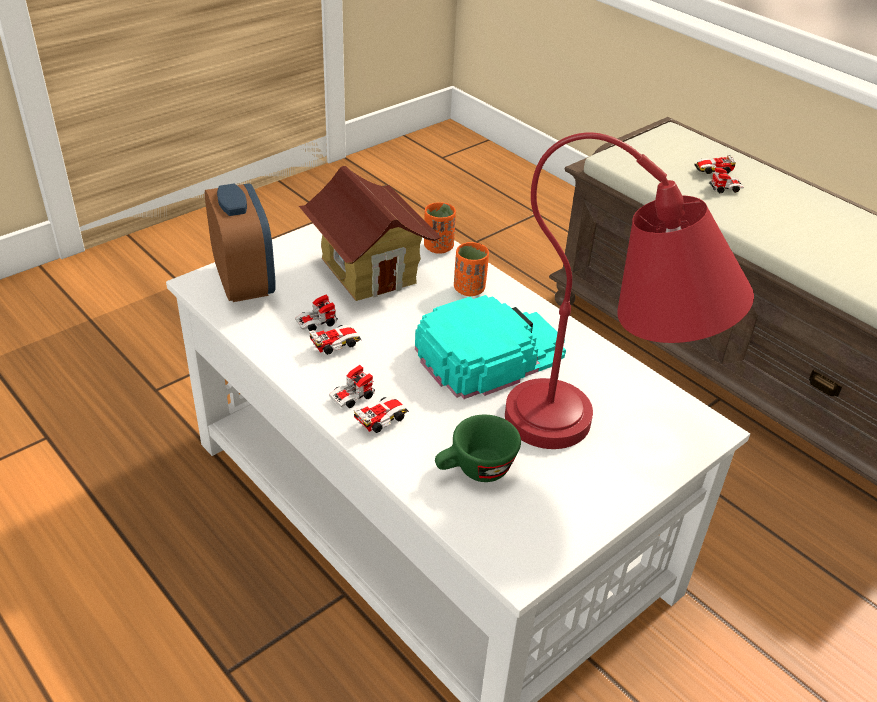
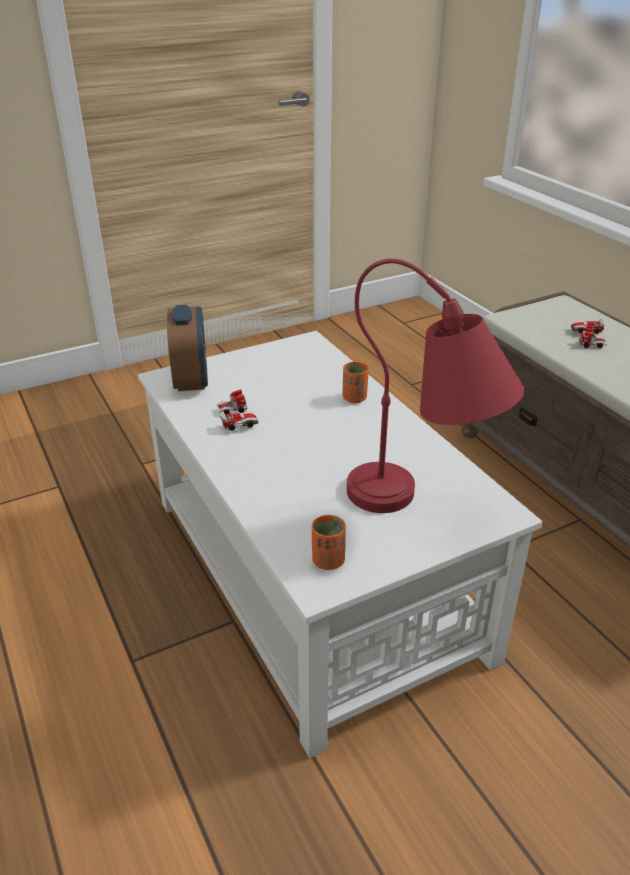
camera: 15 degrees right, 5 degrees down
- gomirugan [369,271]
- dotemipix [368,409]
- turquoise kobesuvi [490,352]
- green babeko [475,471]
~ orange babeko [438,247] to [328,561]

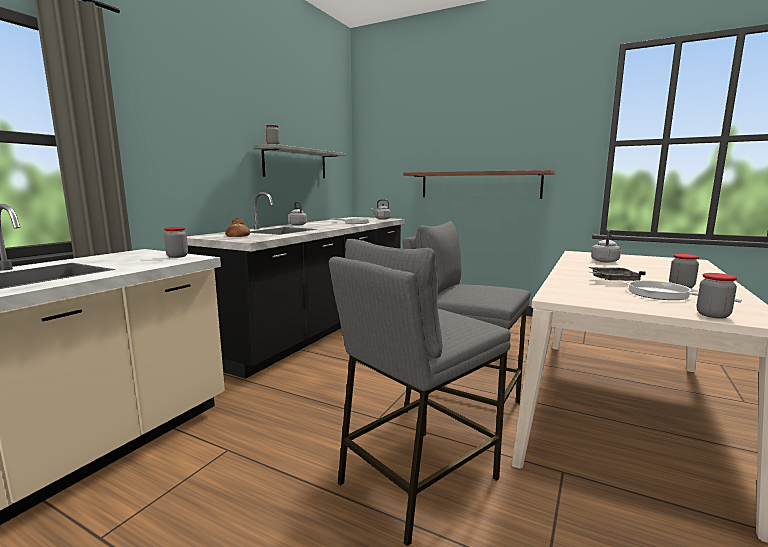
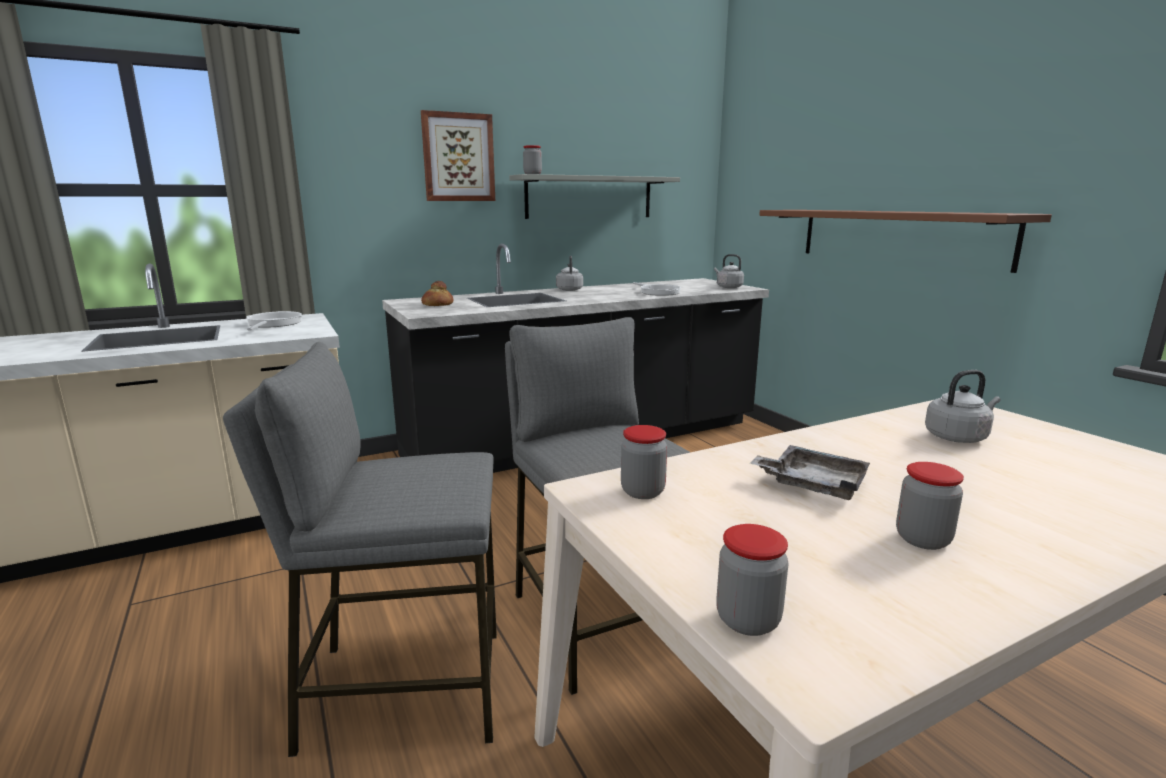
camera: 35 degrees right, 5 degrees up
+ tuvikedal [458,157]
~ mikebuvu [177,256] to [642,491]
~ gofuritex [663,295] to [273,324]

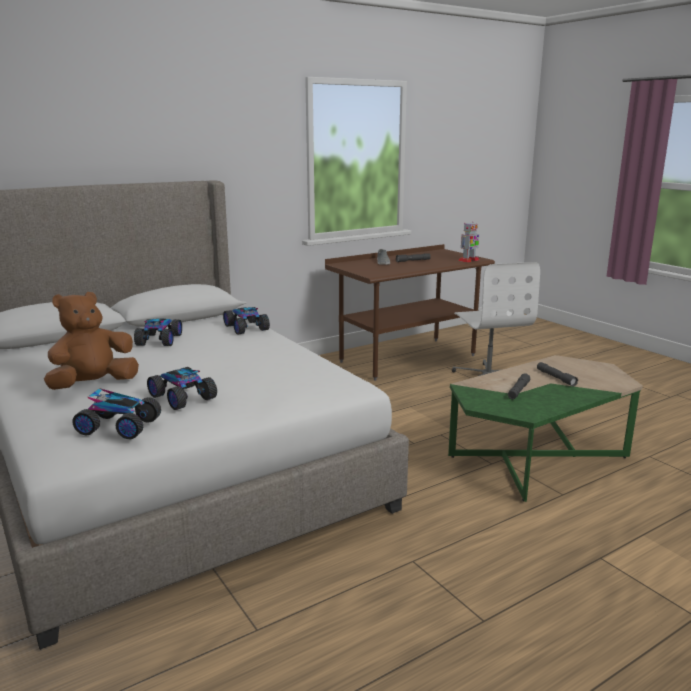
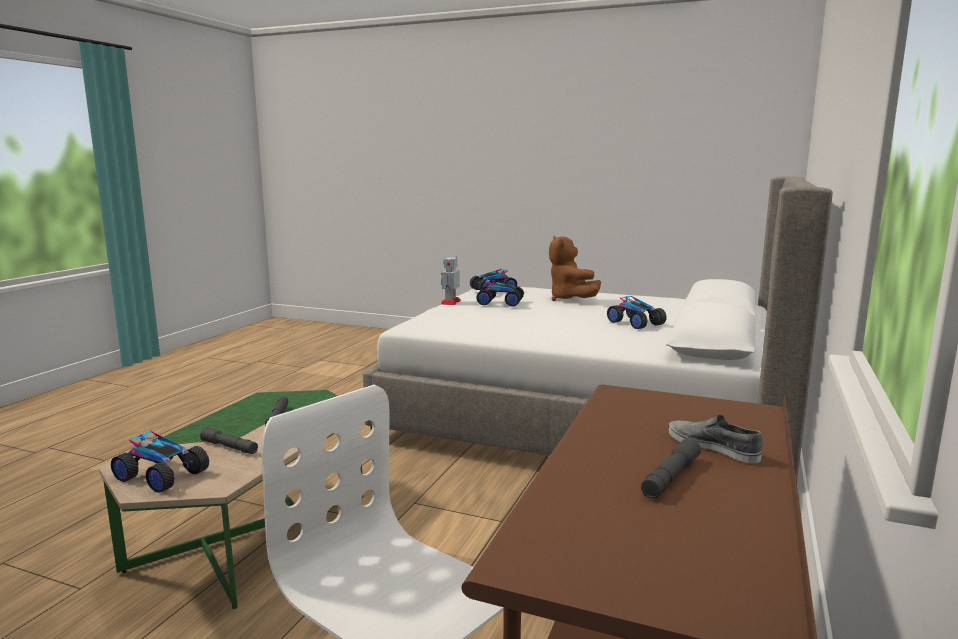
camera: 145 degrees right, 5 degrees down
~ dotemipix [247,327] to [161,476]
~ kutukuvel [468,260] to [450,302]
~ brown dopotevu [93,385] = [570,299] 150 degrees clockwise

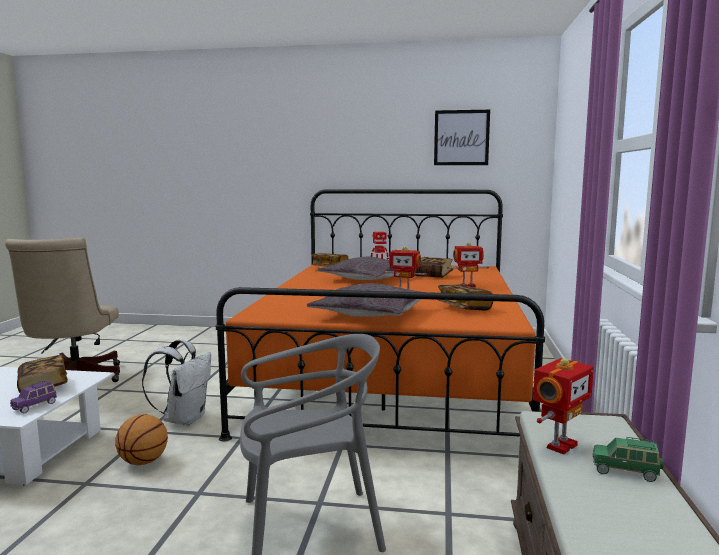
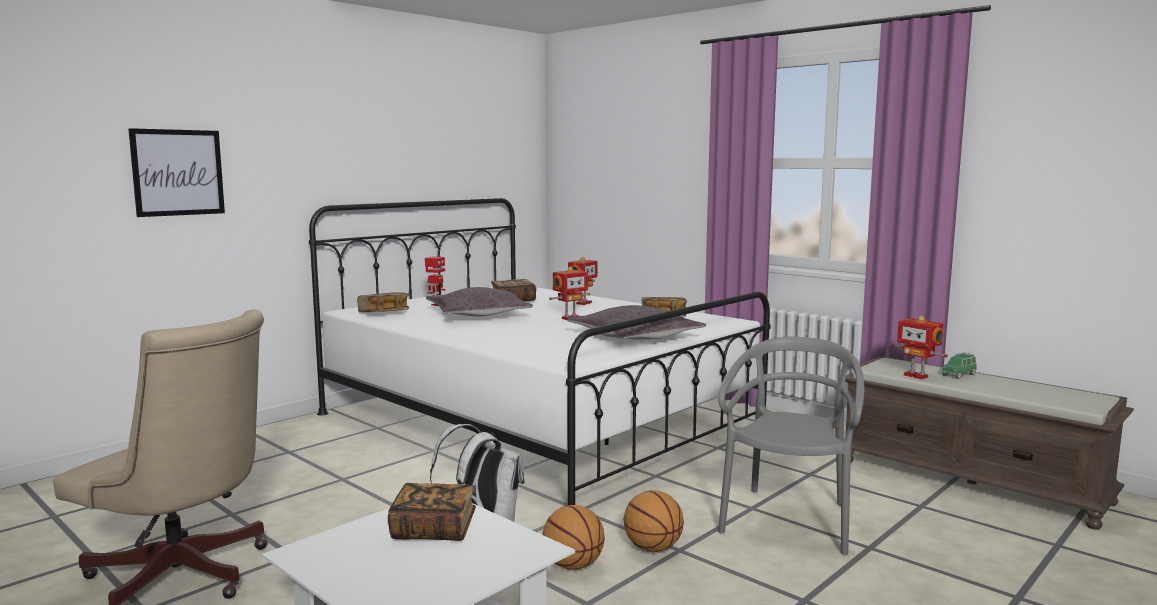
camera: 55 degrees left, 0 degrees up
- purple dotemipix [35,406]
+ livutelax [652,548]
~ tuvikedal [461,137] to [178,172]
~ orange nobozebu [391,377] to white nobozebu [535,421]
~ kutukuvel [559,445] = [916,376] 150 degrees clockwise

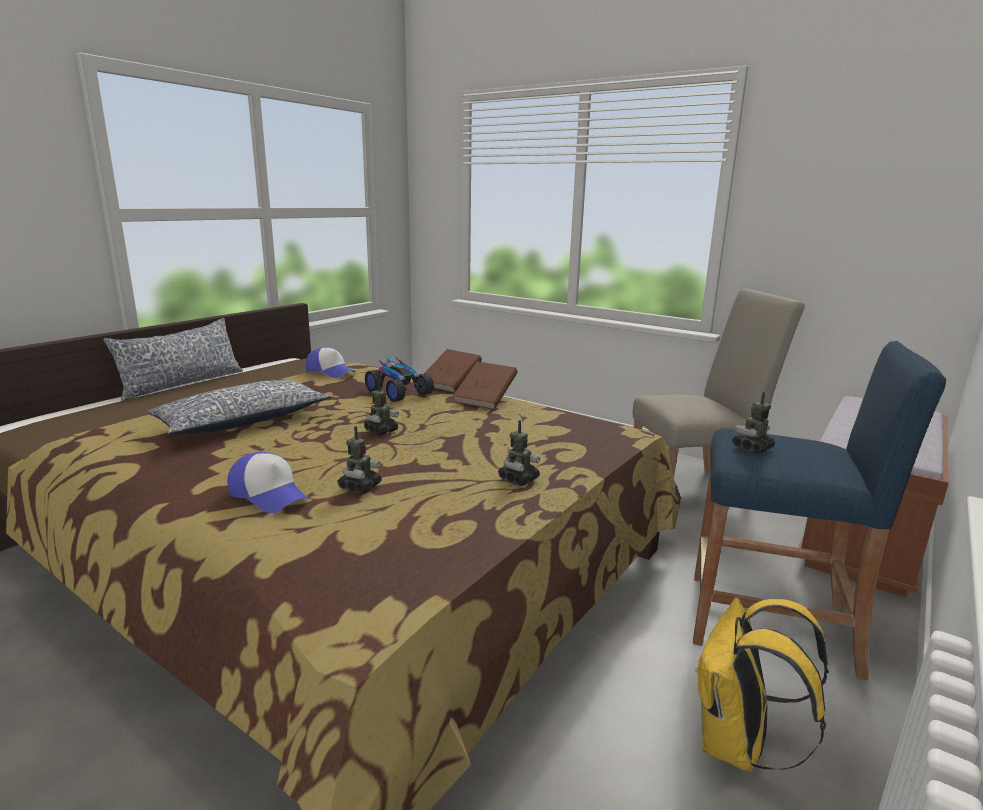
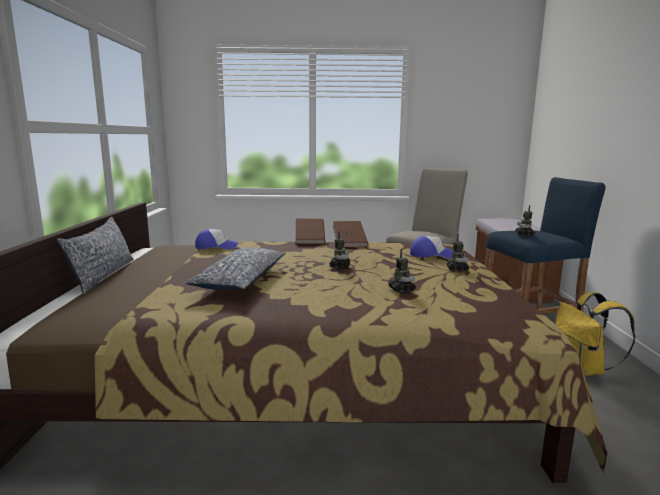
camera: 35 degrees left, 5 degrees down
- dotemipix [398,392]
~ kobesuvi [269,494] to [431,255]

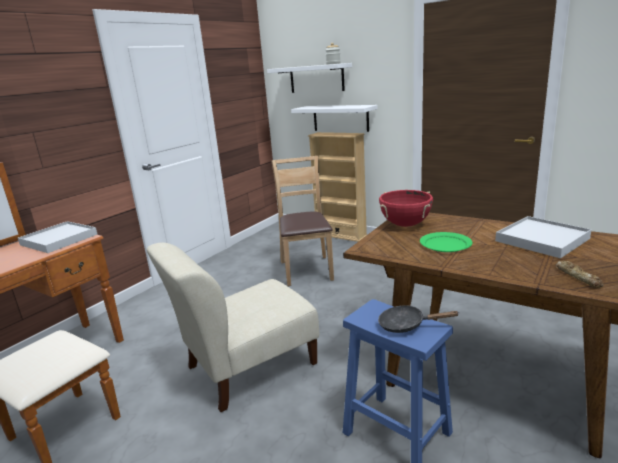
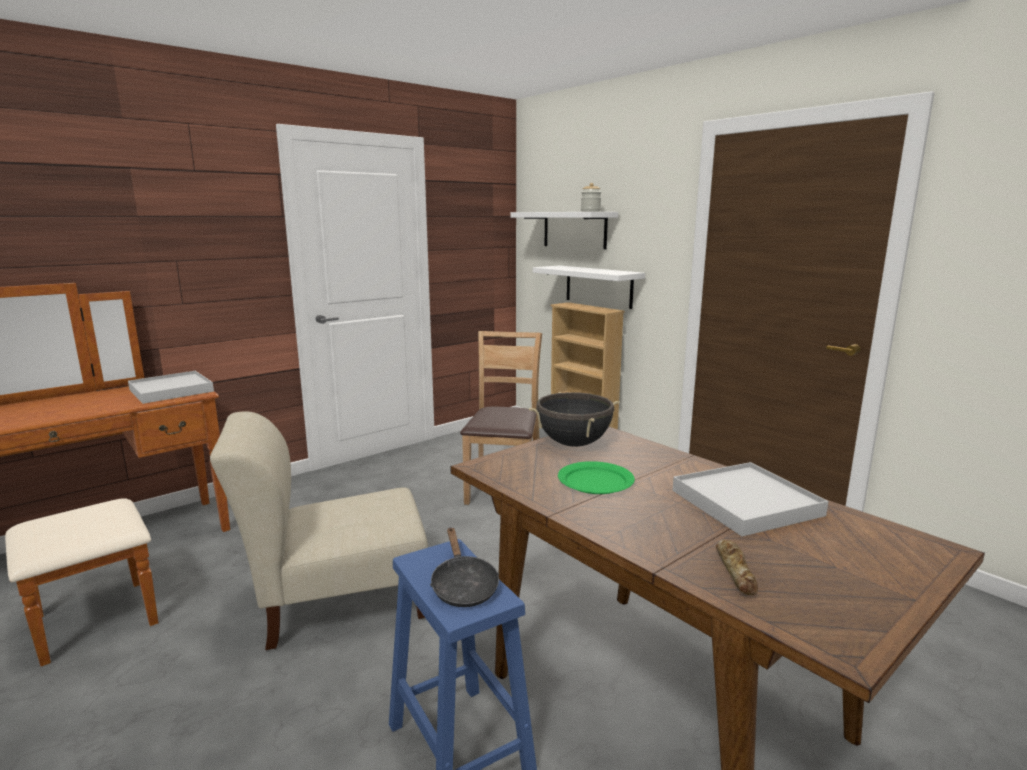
camera: 15 degrees right, 5 degrees down
~ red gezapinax [405,225] to black gezapinax [573,444]
~ black gofuritex [406,325] = [463,586] 135 degrees counterclockwise

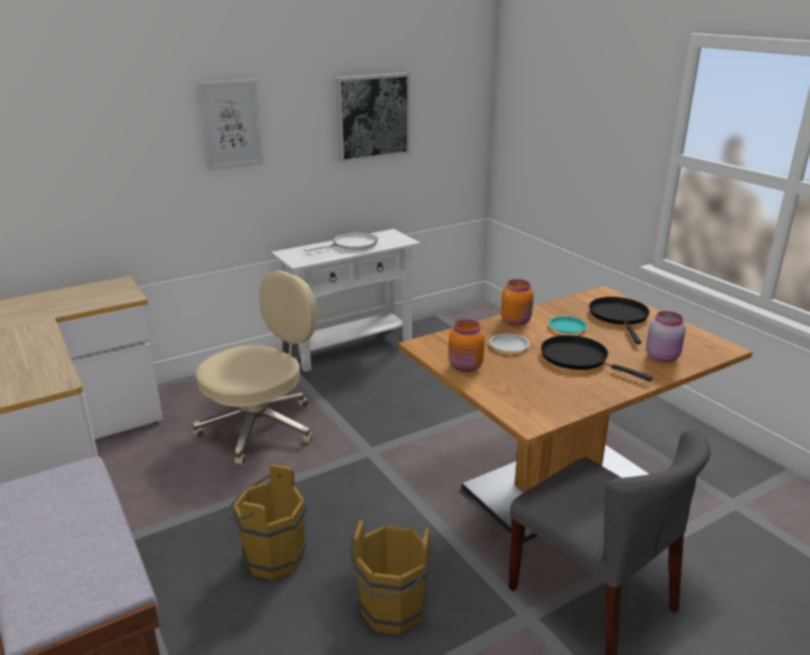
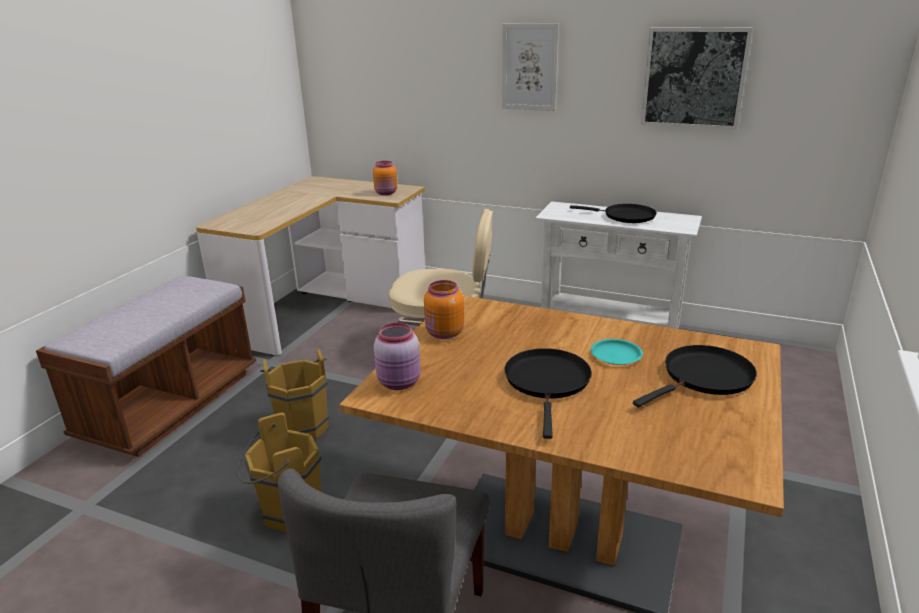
camera: 55 degrees right, 0 degrees up
- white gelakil [509,346]
~ orange mikebuvu [516,321] to [386,193]
~ pink mikebuvu [663,357] to [400,383]
~ white gofuritex [352,245] to black gofuritex [625,216]

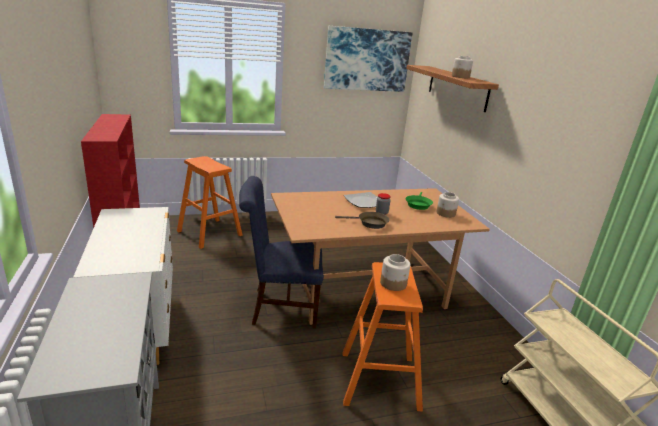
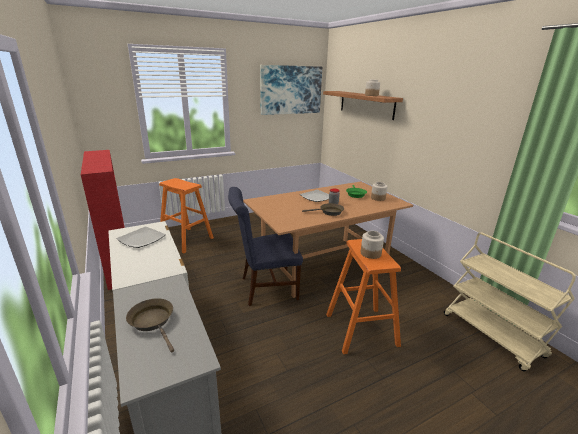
camera: 10 degrees left, 0 degrees up
+ gelakil [141,239]
+ brown gofuritex [153,322]

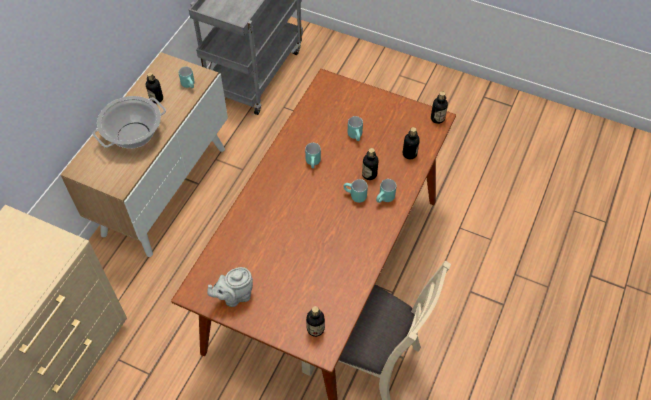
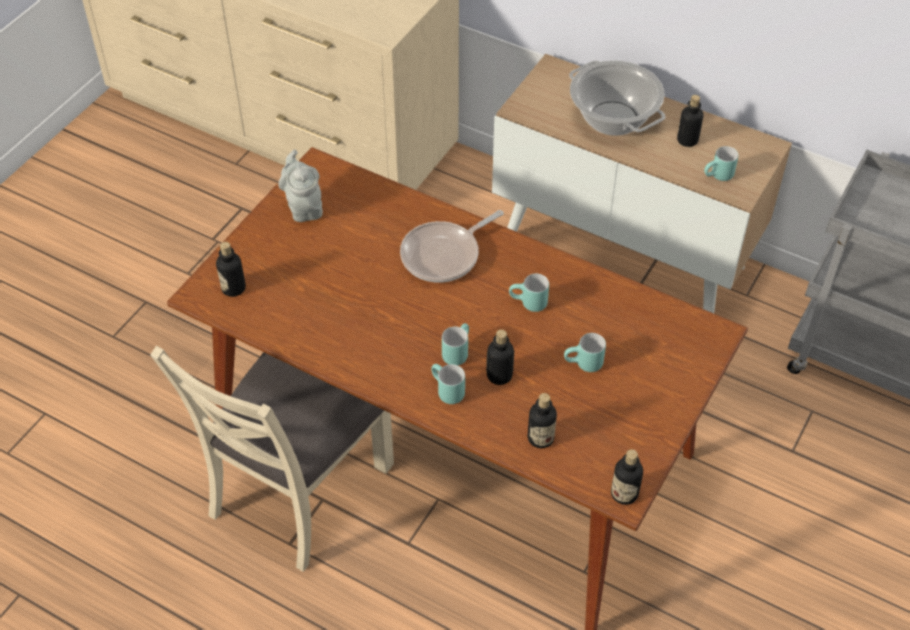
camera: 95 degrees right, 5 degrees down
+ gofuritex [444,255]

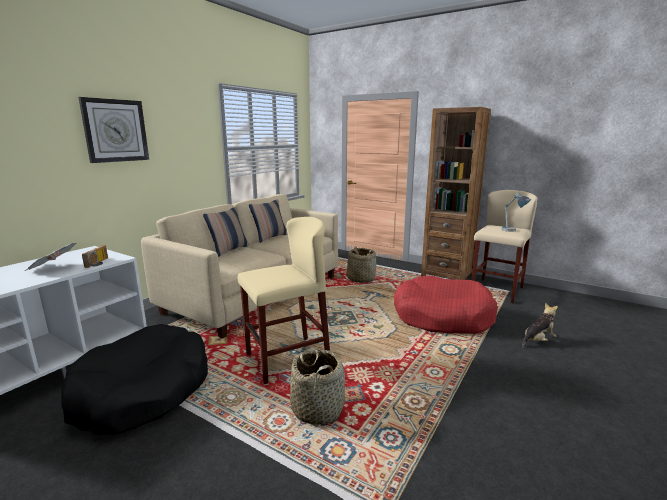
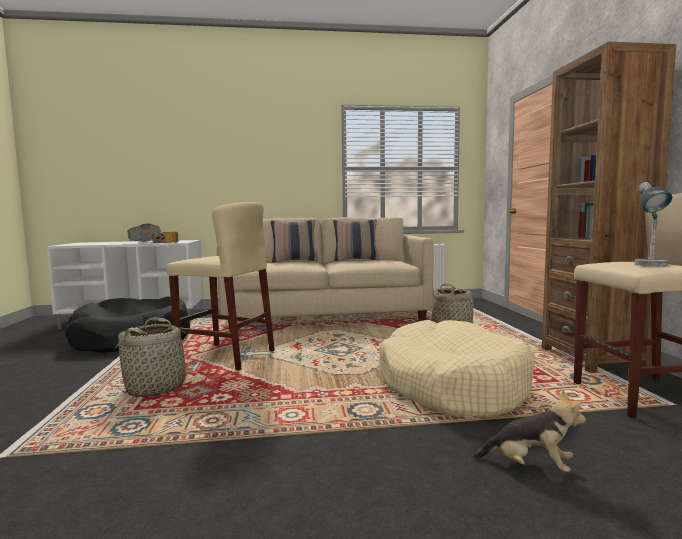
camera: 50 degrees right, 10 degrees down
- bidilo [115,130]
~ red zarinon [442,316] to beige zarinon [451,386]

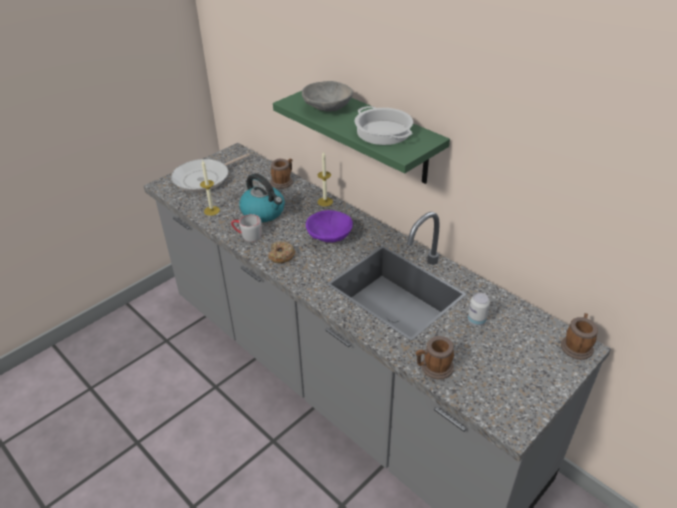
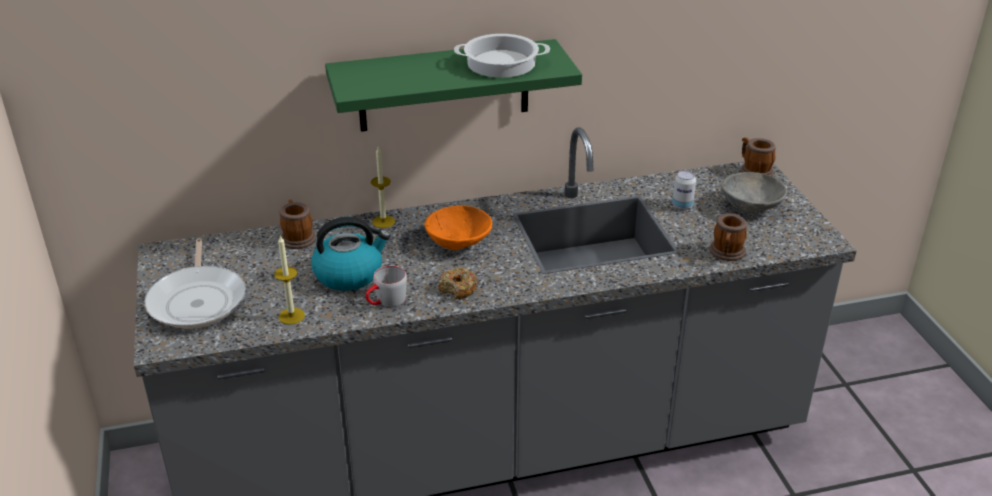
camera: 60 degrees left, 5 degrees down
~ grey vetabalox [327,109] to [752,207]
~ purple vetabalox [329,237] to orange vetabalox [460,243]

